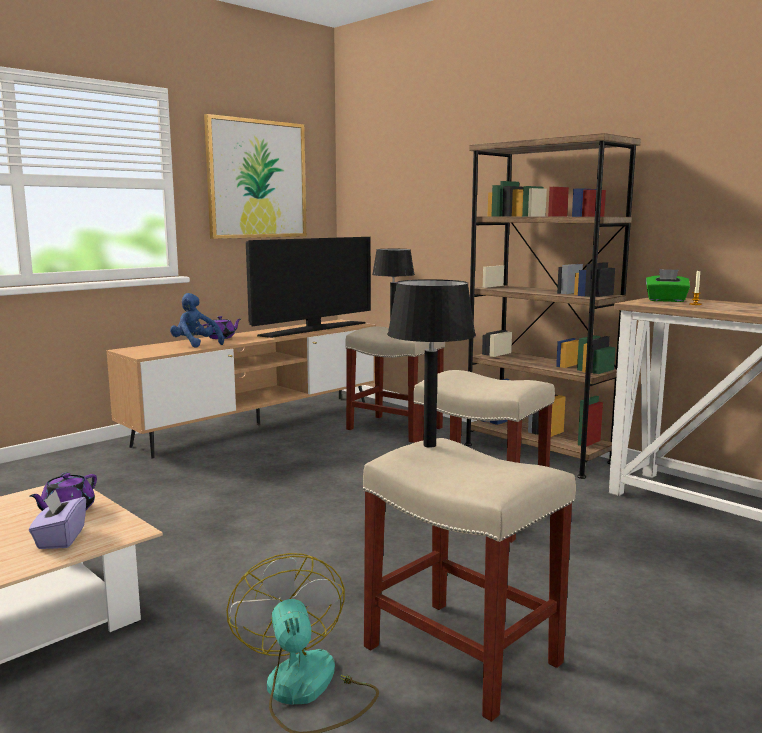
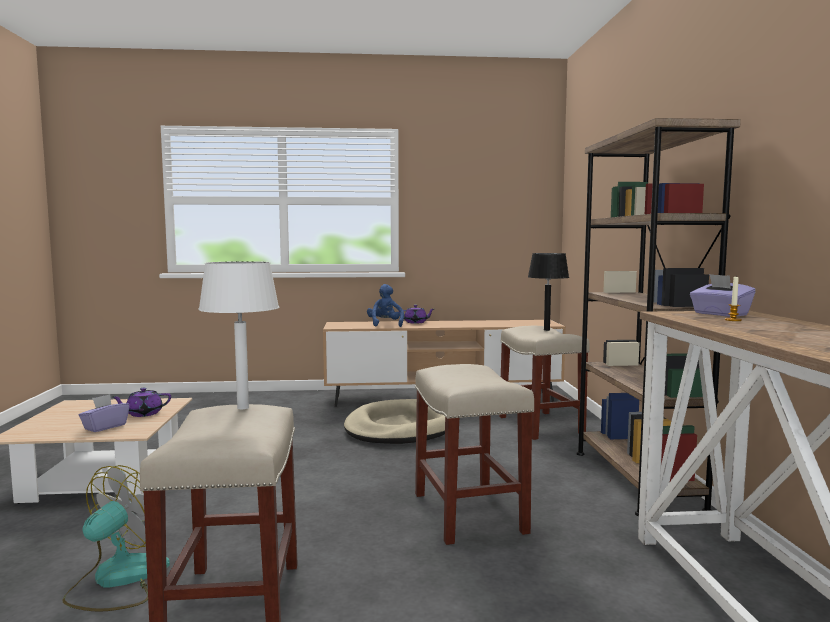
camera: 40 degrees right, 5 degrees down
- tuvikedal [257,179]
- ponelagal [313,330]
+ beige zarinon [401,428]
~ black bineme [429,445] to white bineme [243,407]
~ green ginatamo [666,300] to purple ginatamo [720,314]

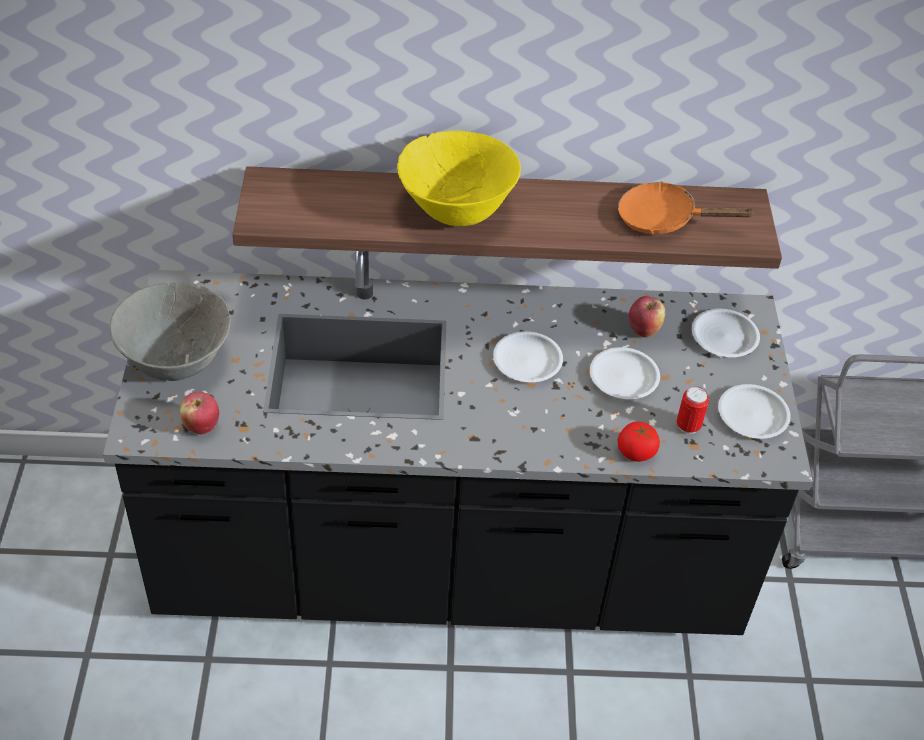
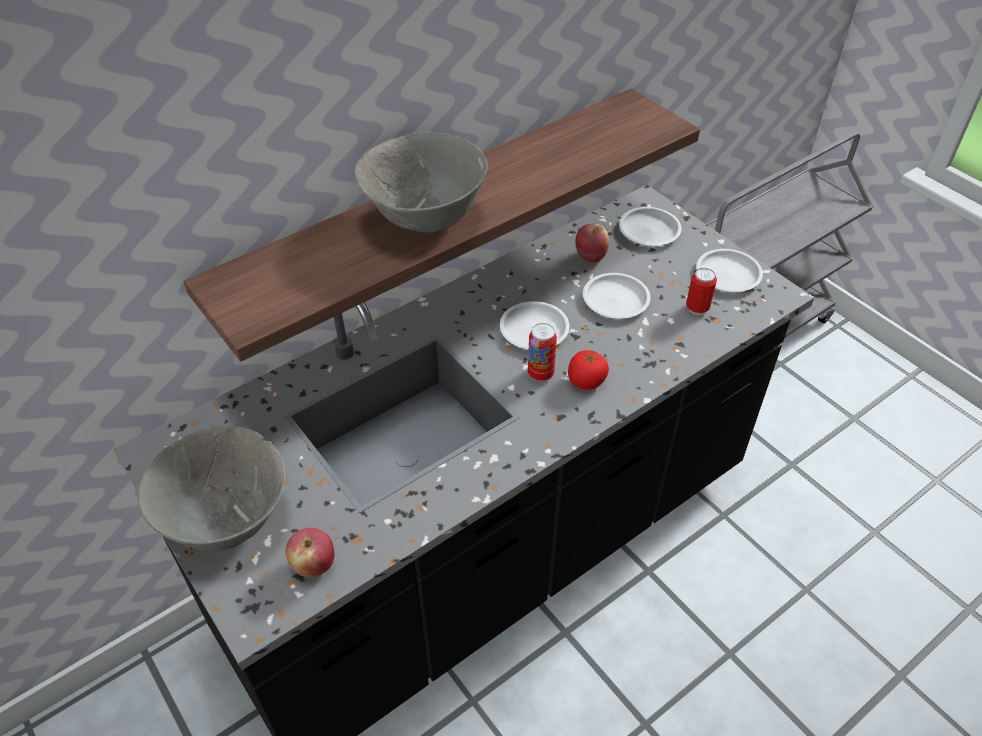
camera: 35 degrees left, 0 degrees up
- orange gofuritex [664,219]
+ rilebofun [540,373]
~ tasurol [636,452] to [586,381]
~ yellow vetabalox [456,211] to grey vetabalox [425,219]

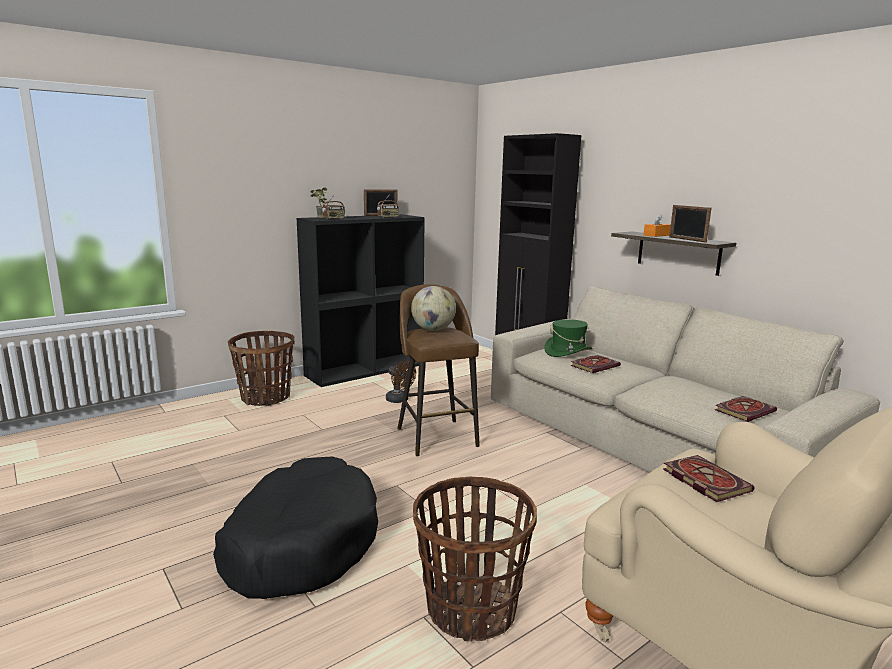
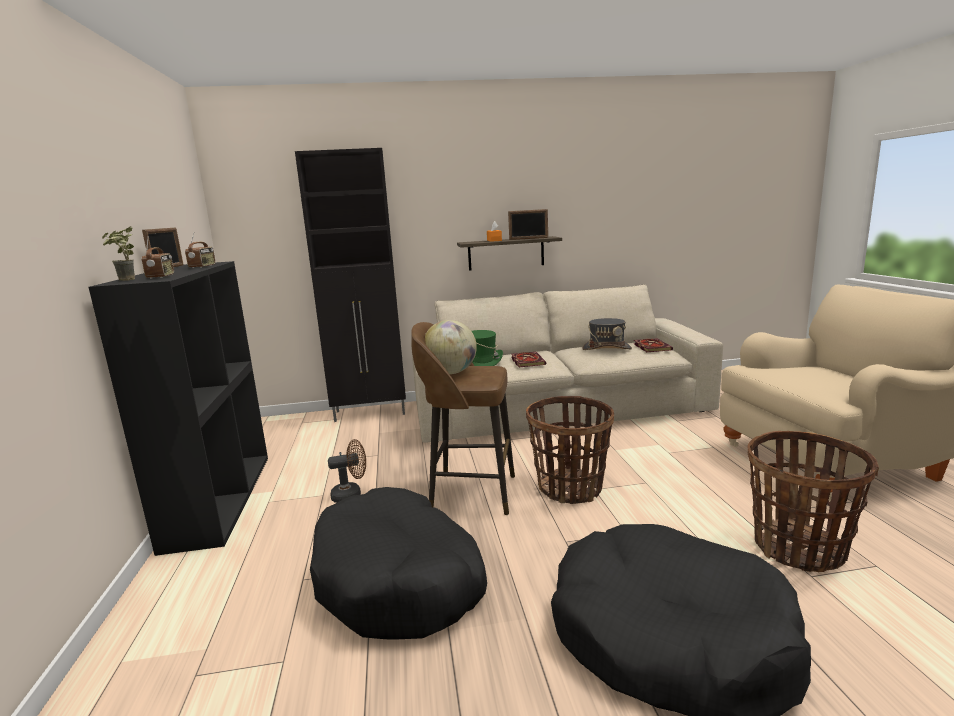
camera: 60 degrees left, 0 degrees up
- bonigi [703,480]
+ black zarinon [399,580]
+ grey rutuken [606,348]
~ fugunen [265,398] to [570,488]

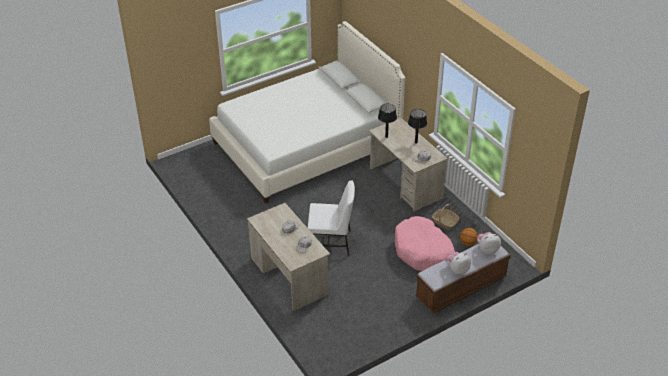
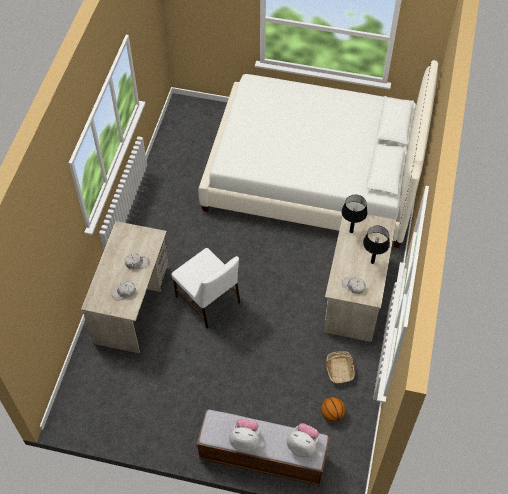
camera: 45 degrees right, 15 degrees up
- pink zarinon [423,251]

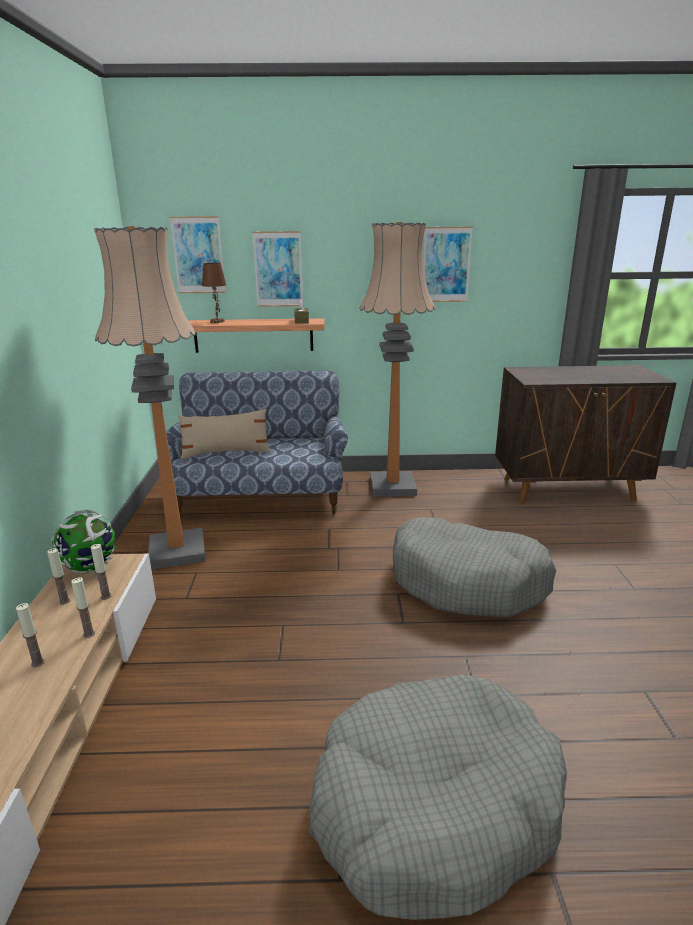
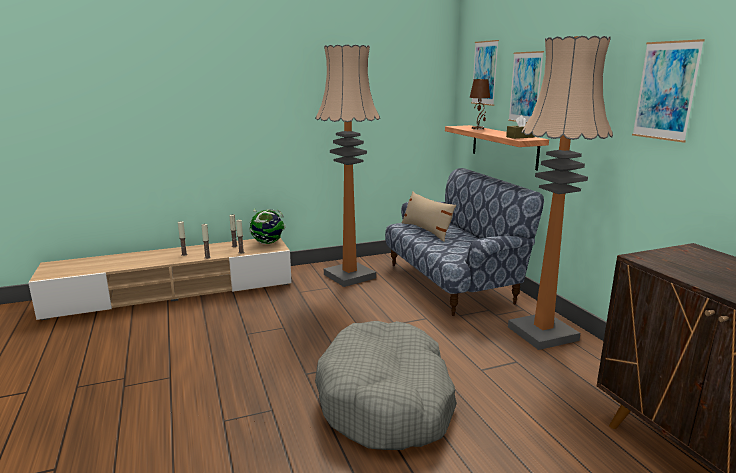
camera: 70 degrees right, 5 degrees down
- grey zarinon [434,807]

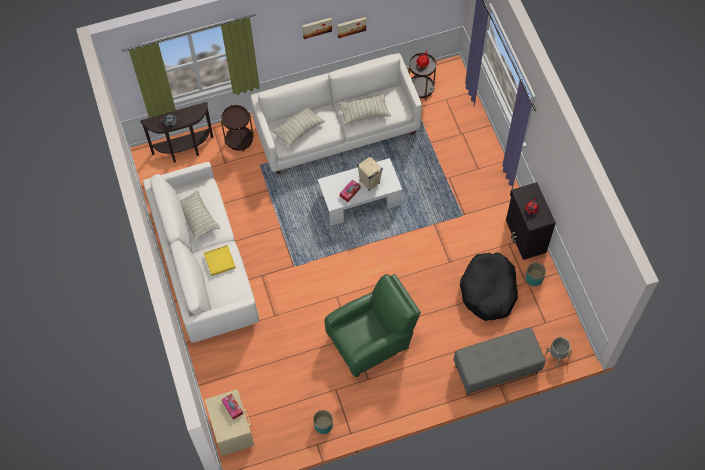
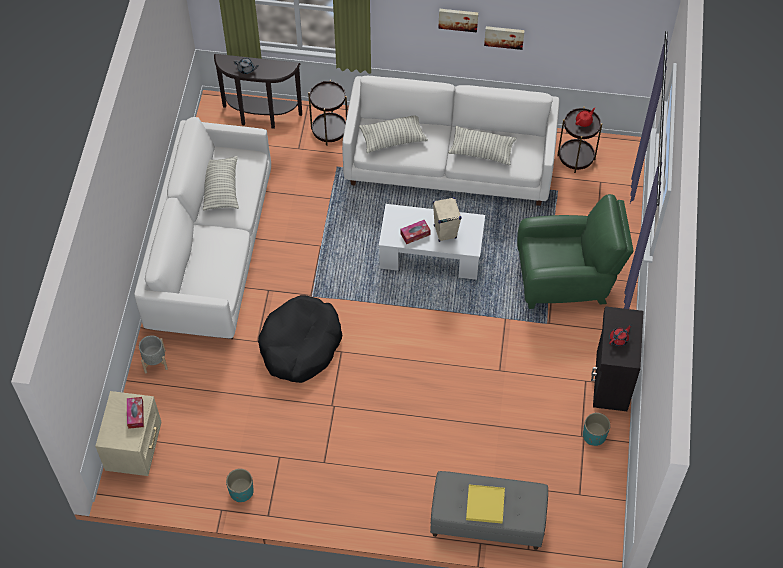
camera: 25 degrees right, 5 degrees down
~ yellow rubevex [219,261] to [485,505]
~ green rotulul [372,340] to [566,278]
~ black zarinon [489,290] to [300,345]
~ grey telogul [557,354] to [155,361]

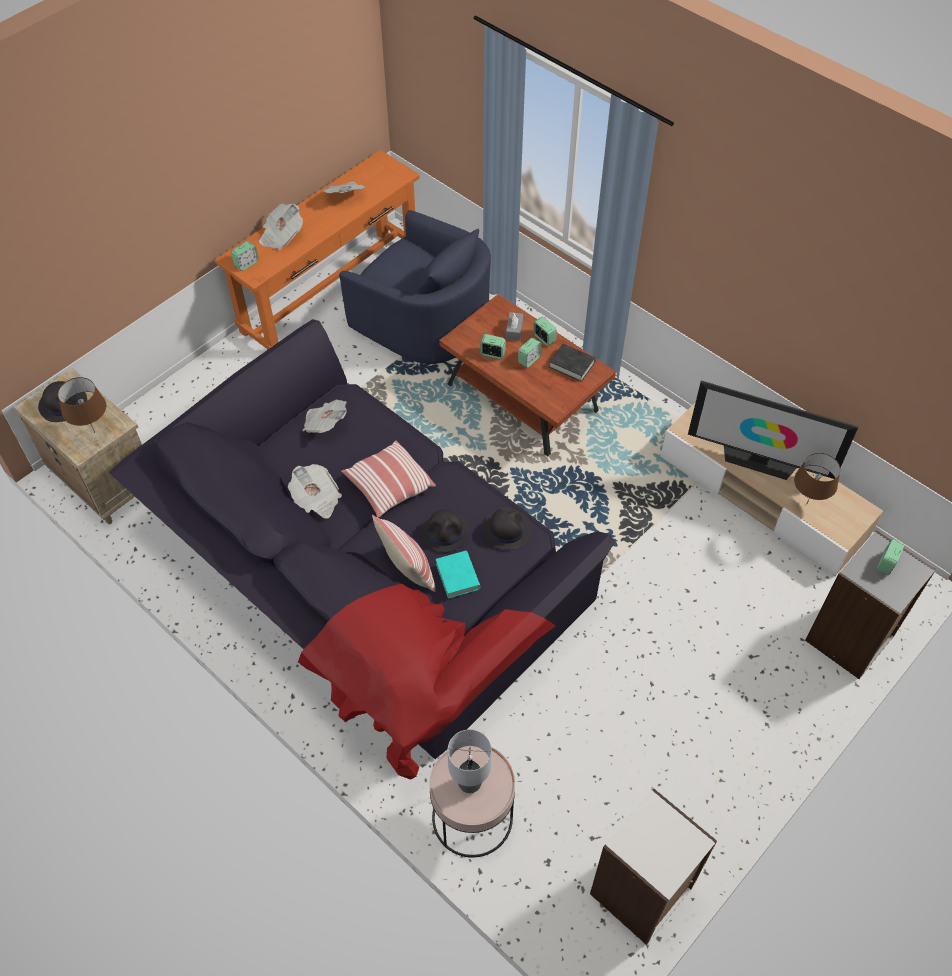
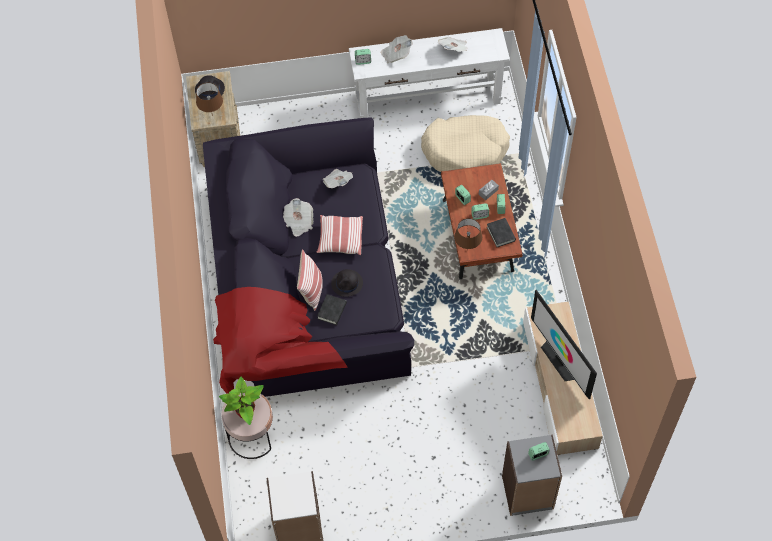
camera: 40 degrees right, 5 degrees up
- black rutuken [506,529]
~ brown bineme [806,504] to [467,250]
~ blue rotulul [424,320] to beige zarinon [465,151]
~ grey bineme [469,783] to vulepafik [245,412]
~ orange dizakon [331,291] to white dizakon [428,98]
~ turquoise bonigi [457,576] to black bonigi [332,311]

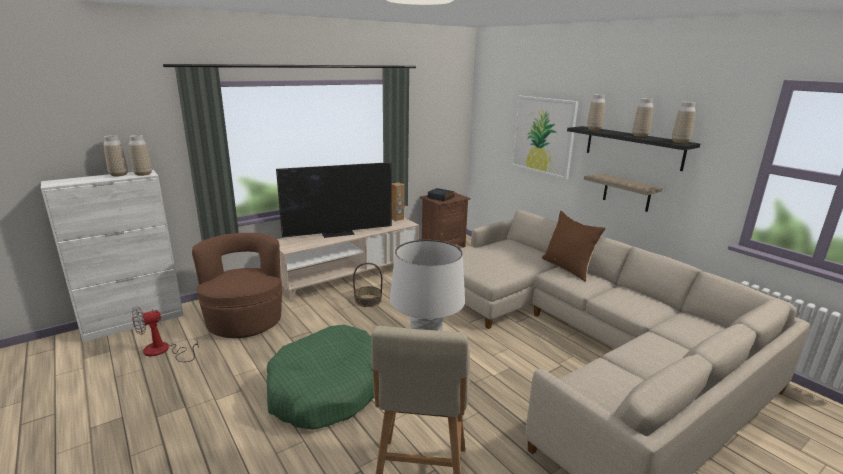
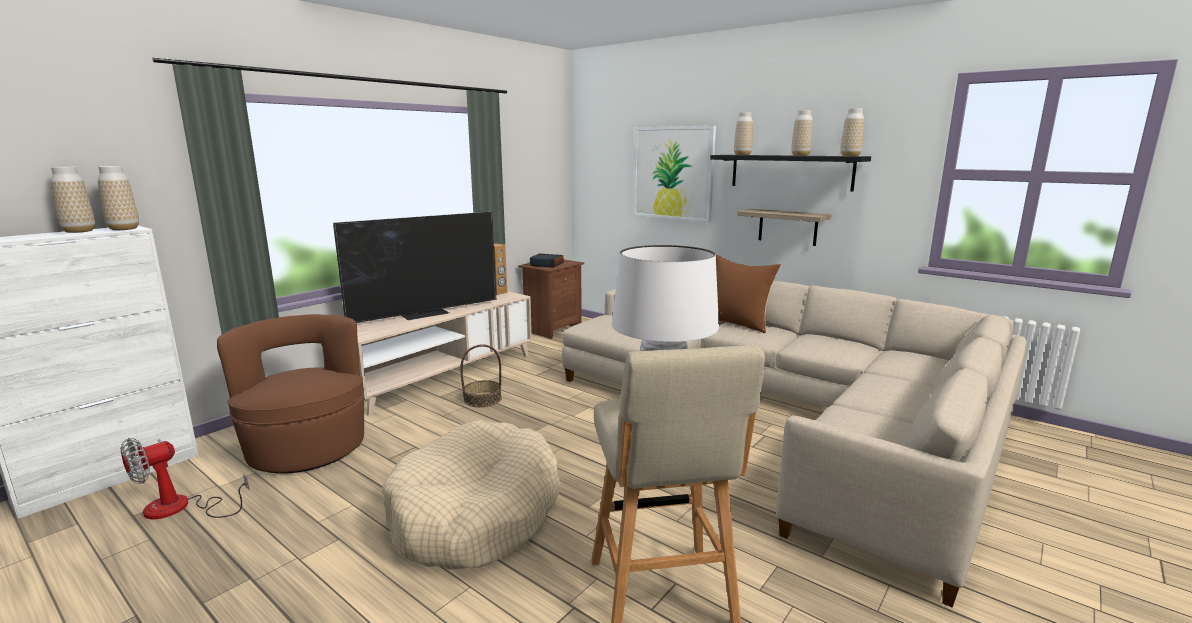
camera: 15 degrees left, 5 degrees down
~ green zarinon [328,389] to beige zarinon [476,513]

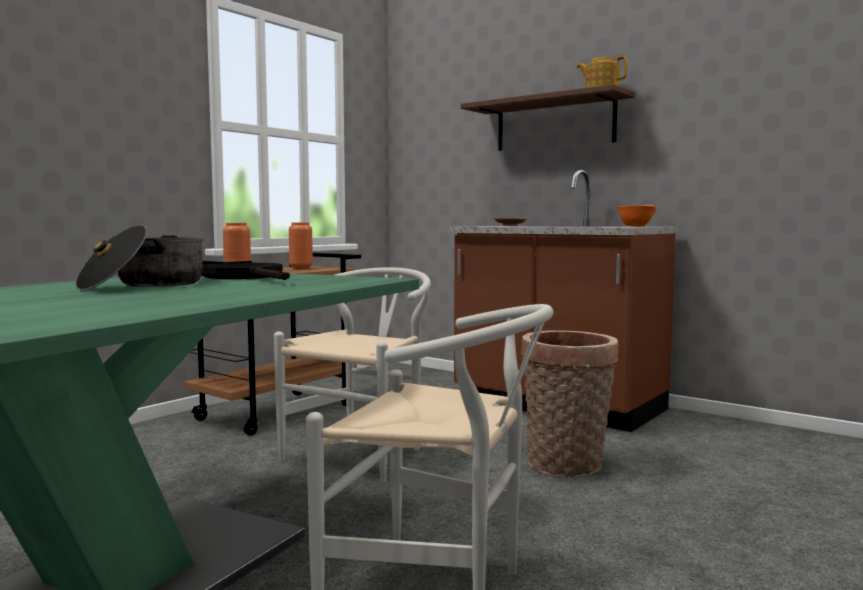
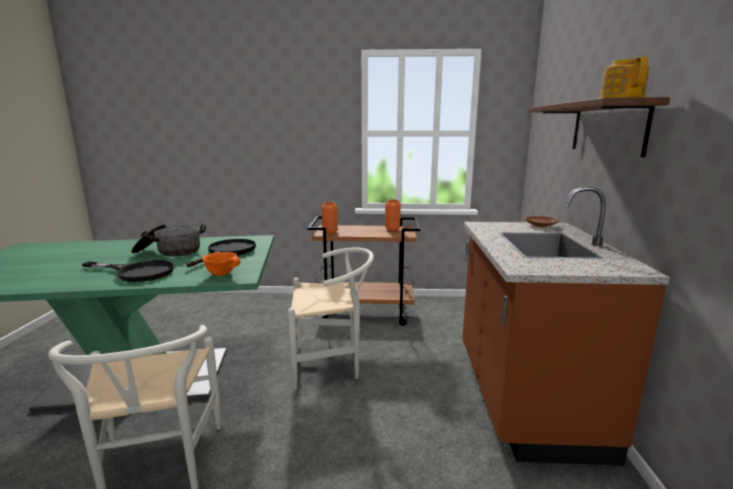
camera: 55 degrees right, 10 degrees up
- fugunen [566,467]
+ black gofuritex [138,272]
~ orange vetabalox [635,226] to [222,274]

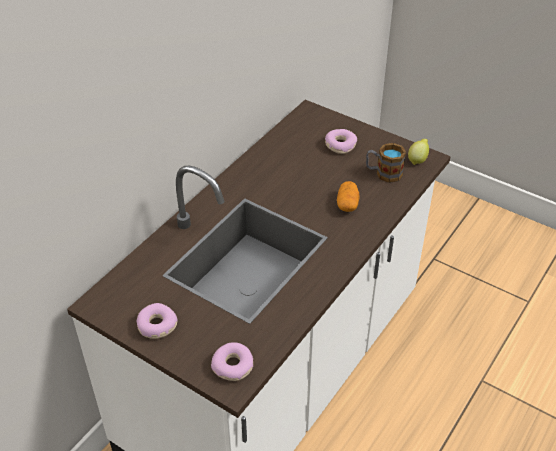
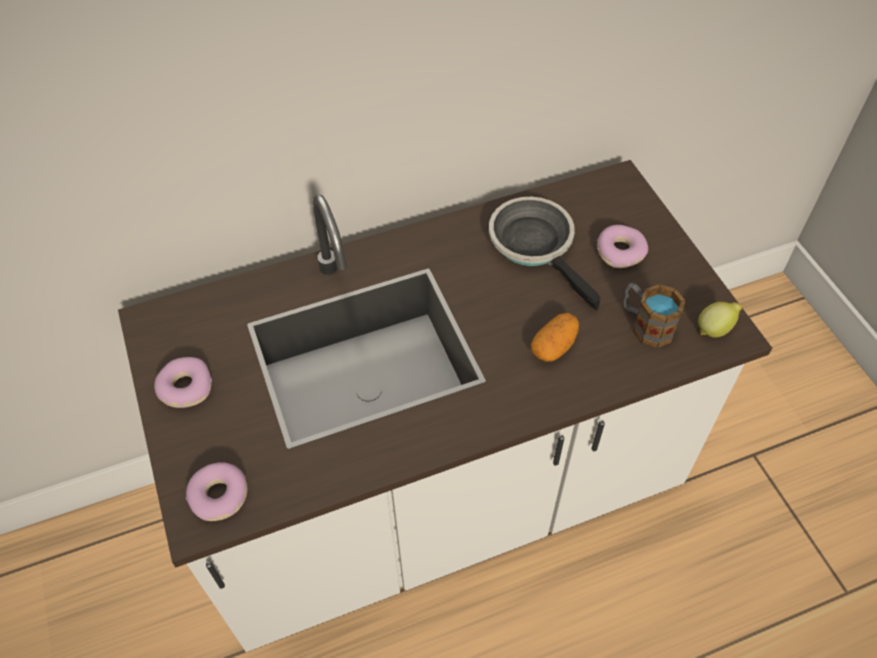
camera: 35 degrees right, 10 degrees up
+ gofuritex [536,245]

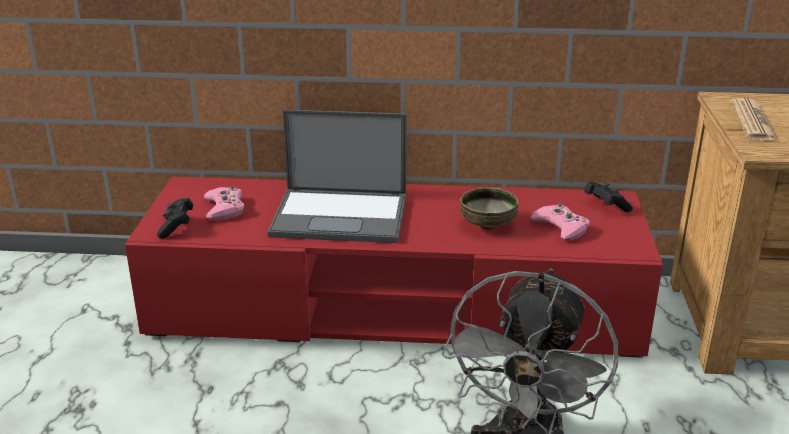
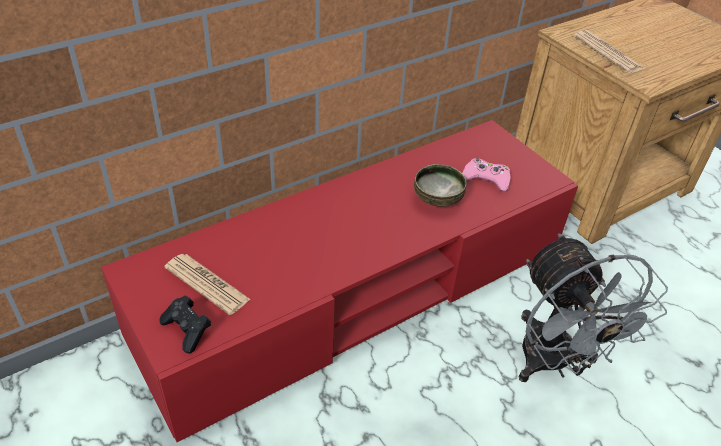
camera: 40 degrees left, 15 degrees up
- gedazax [342,216]
- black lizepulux [605,206]
~ pink lizepulux [224,209] to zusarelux [207,284]

